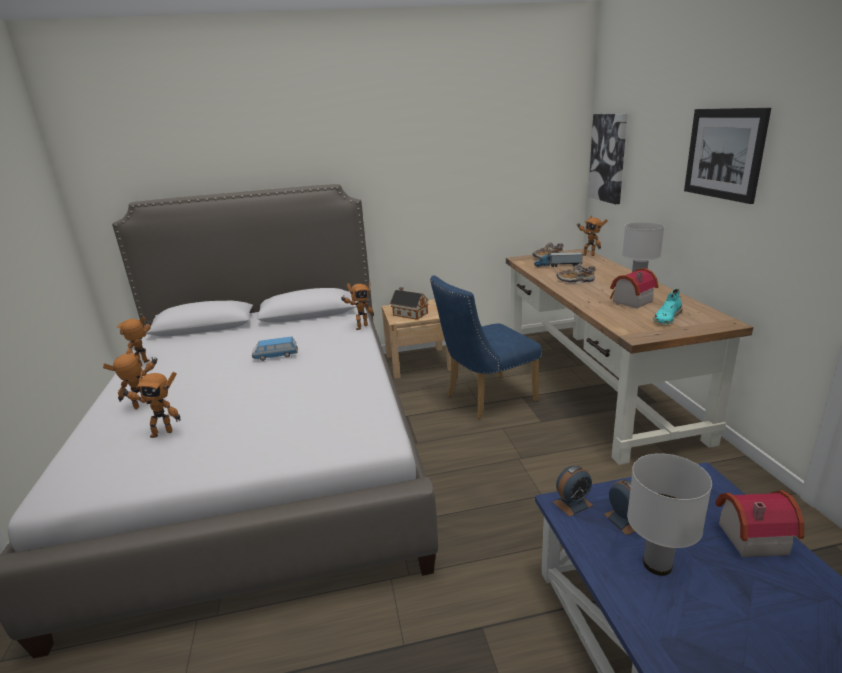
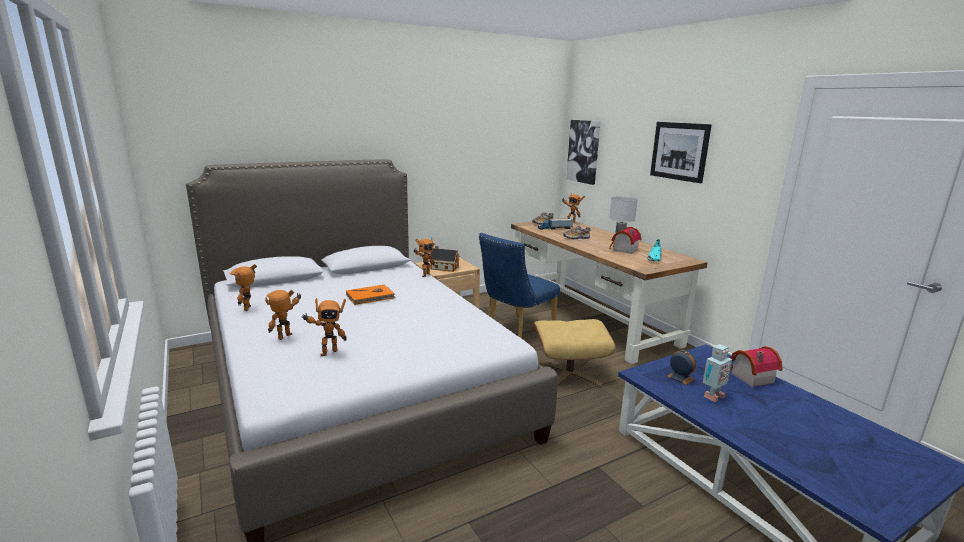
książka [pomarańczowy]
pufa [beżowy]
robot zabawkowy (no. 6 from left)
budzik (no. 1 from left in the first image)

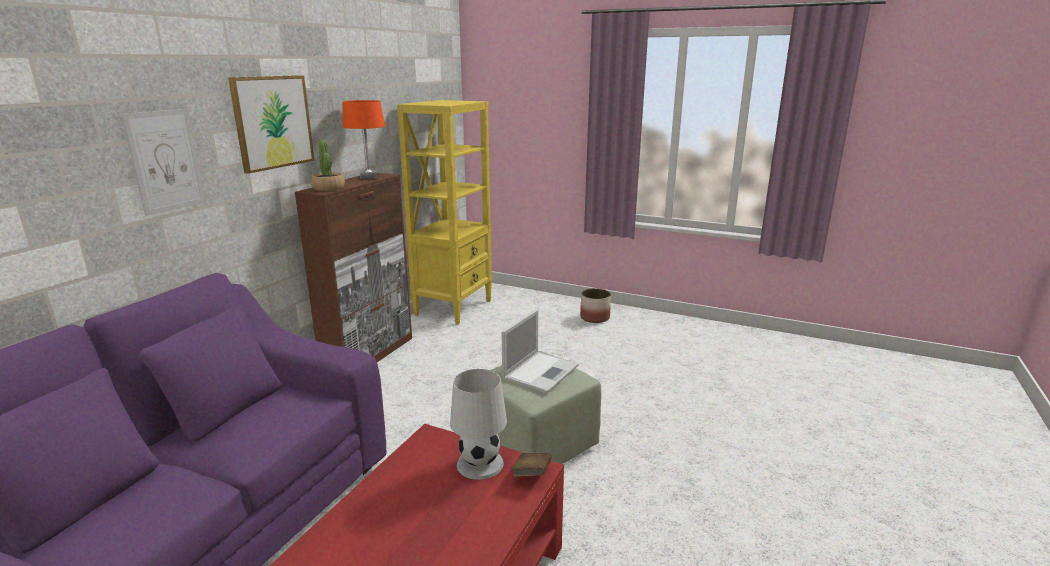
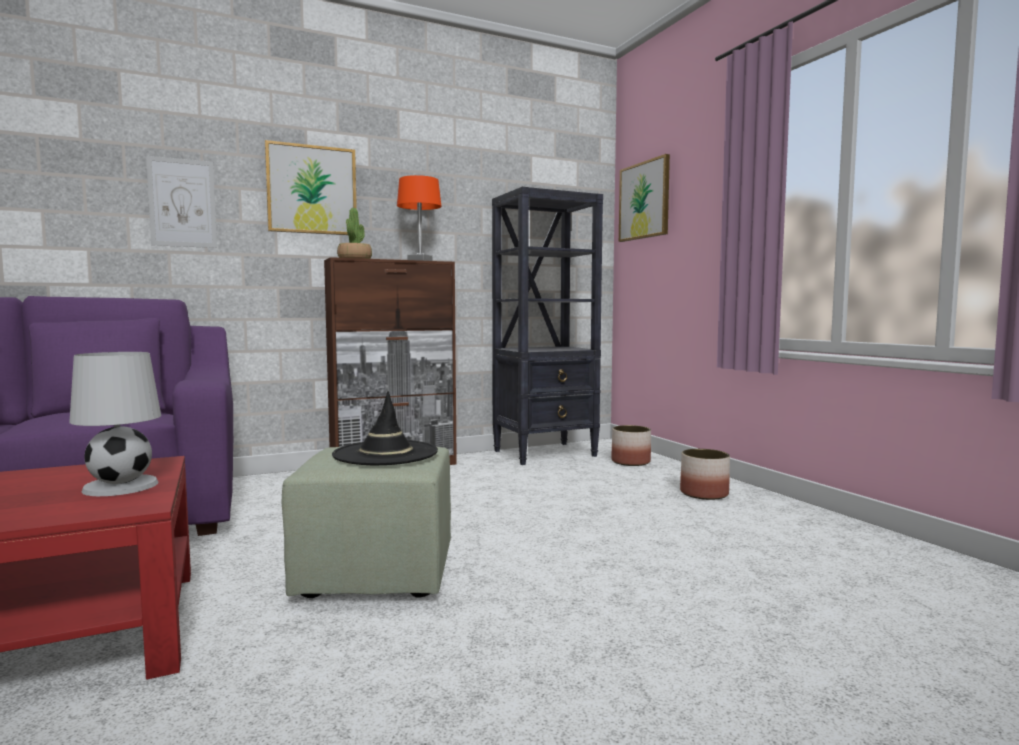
kapelusz [czarny]
regał [czarny]
donica (no. 1 from left)
obraz (no. 3 from left)
książka [brązowy]

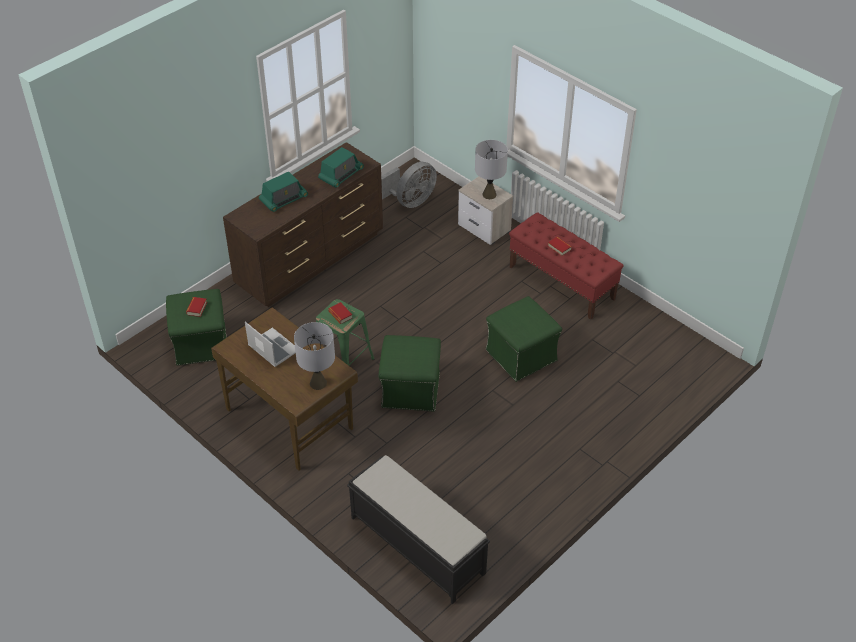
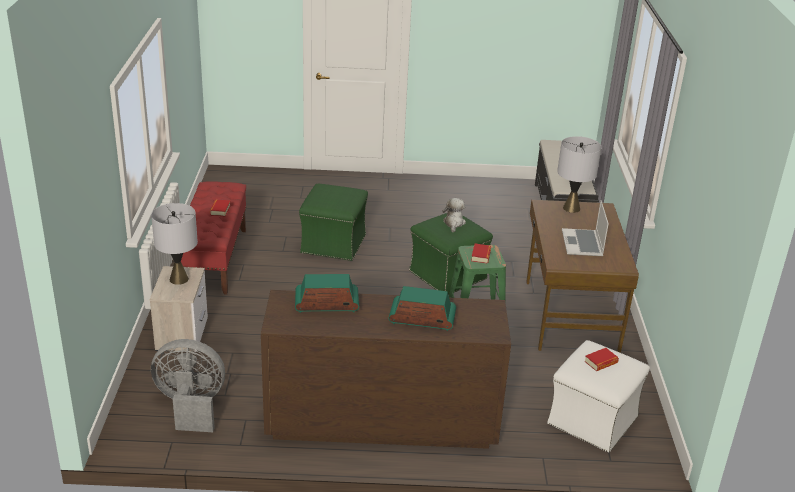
pluszak
pufa [biały]

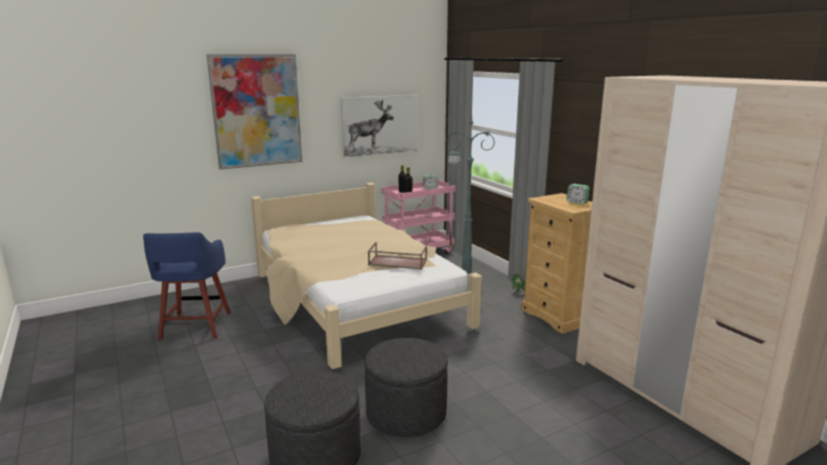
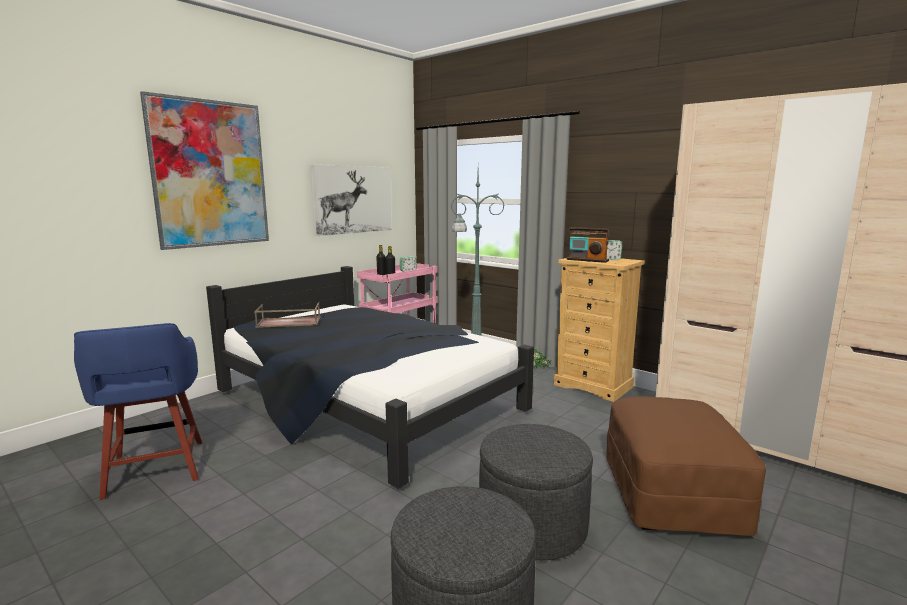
łóżko [czarny]
taca [brązowy]
radio
pufa [brązowy]

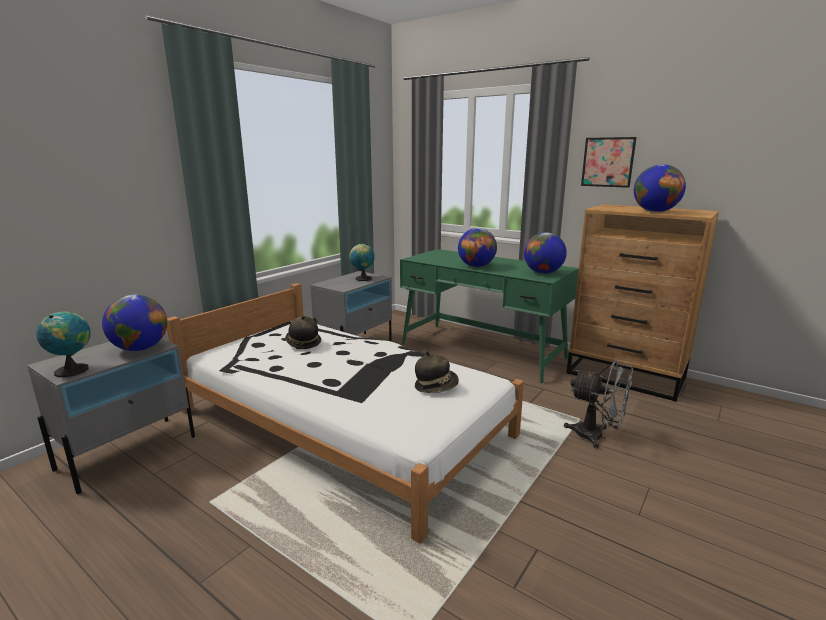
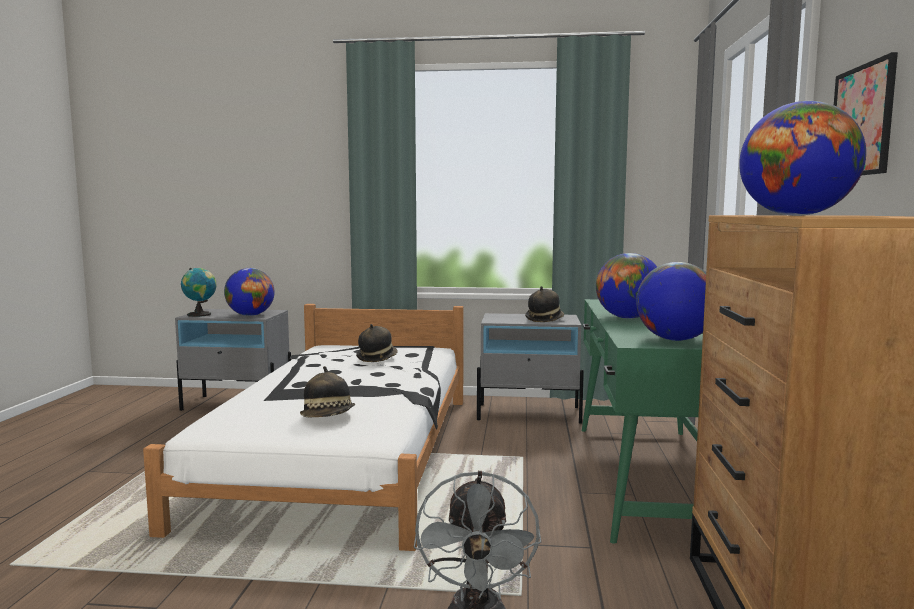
kapelusz (no. 3 from left)

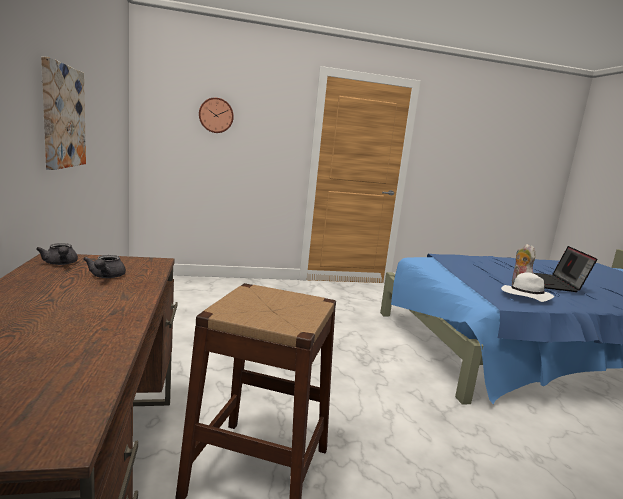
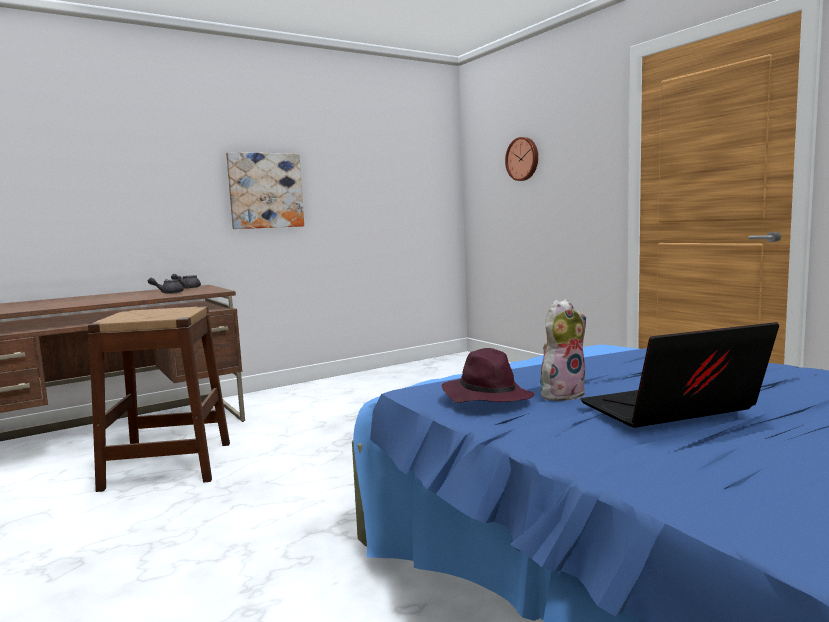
kapelusz [fioletowy]

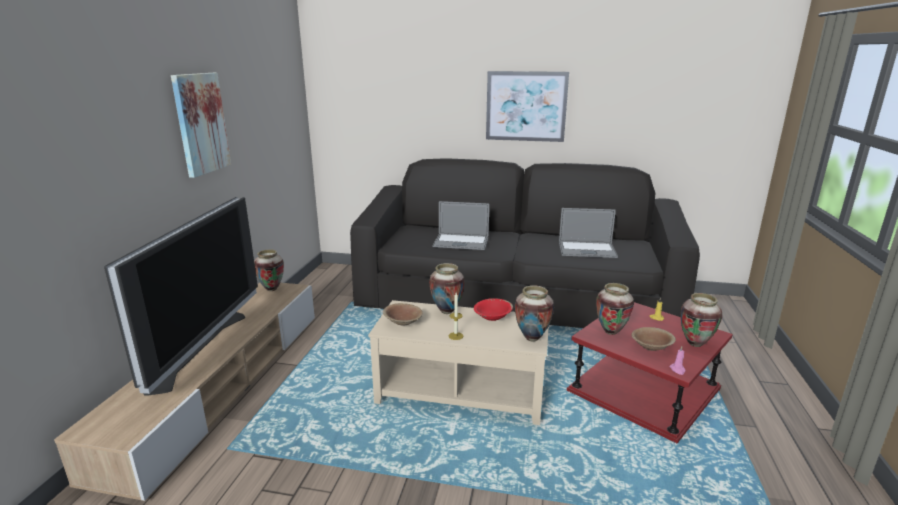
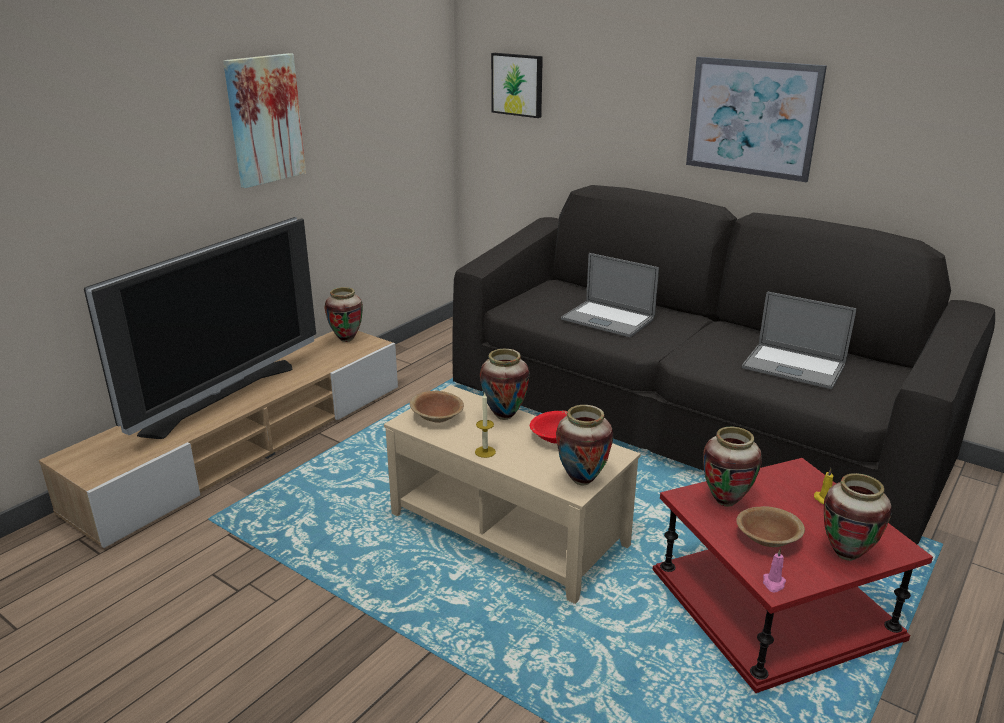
obraz (no. 2 from left)

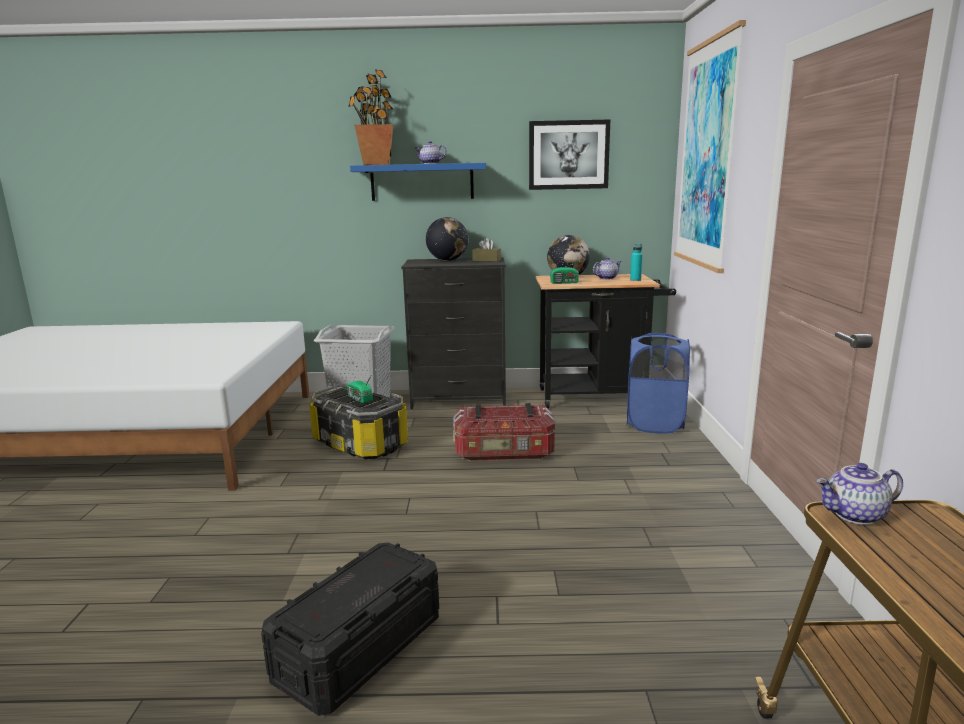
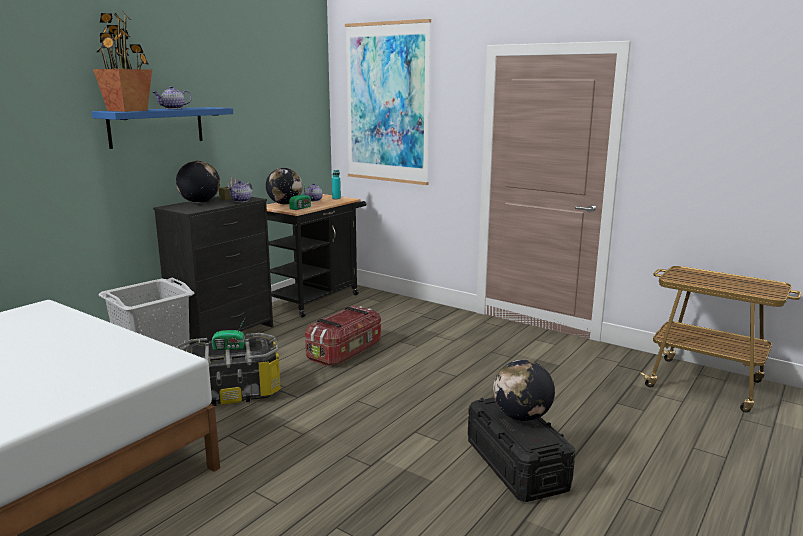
imbryk (no. 2 from left)
globus (no. 3 from left)
obraz (no. 1 from left in the first image)
kosz na pranie [niebieski]

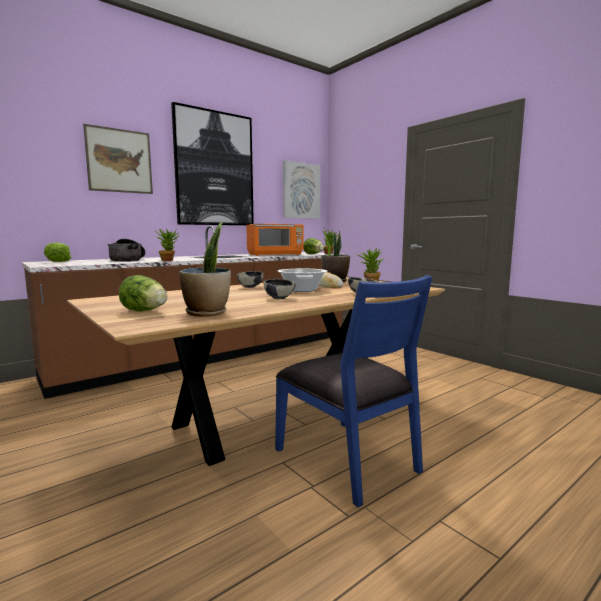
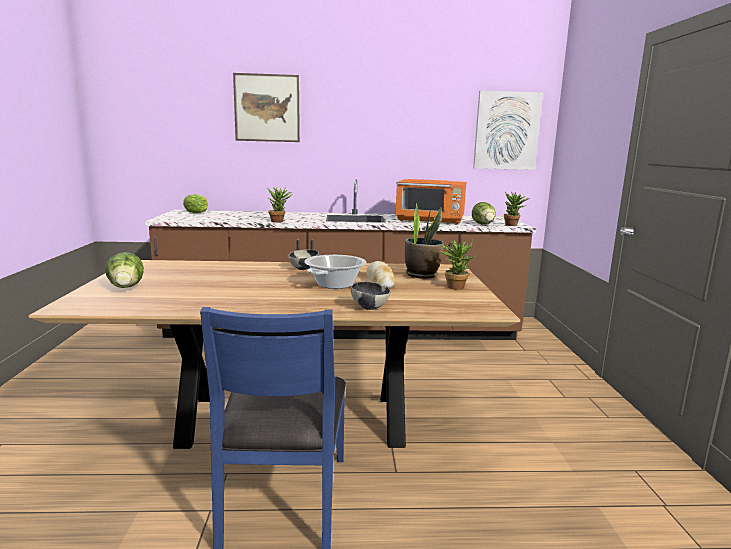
garnek (no. 1 from left in the first image)
obraz (no. 2 from left in the first image)
roślina doniczkowa (no. 2 from left in the first image)
miska (no. 2 from left in the first image)

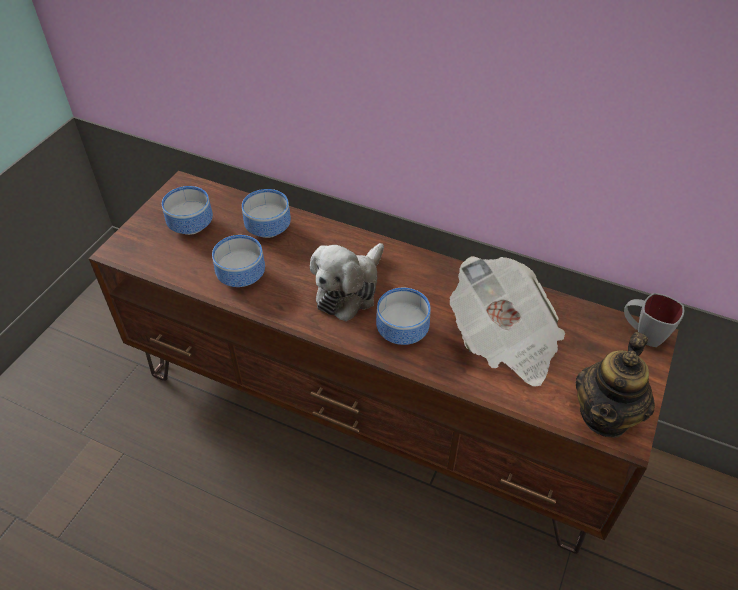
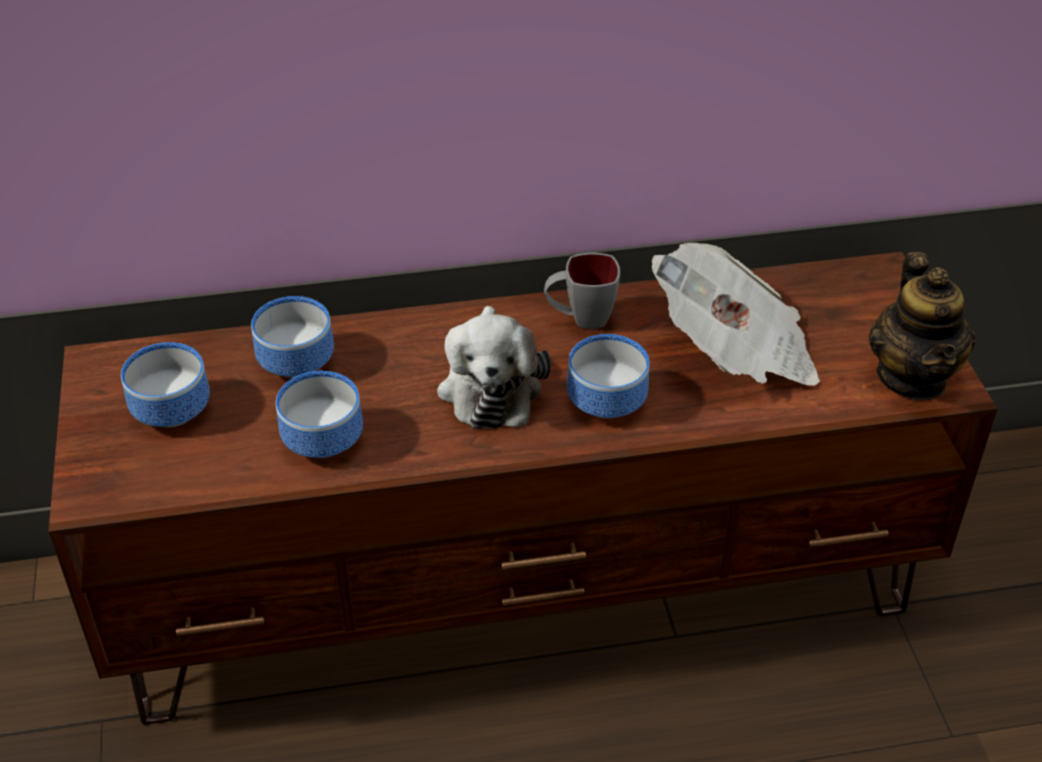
kubek [szary]

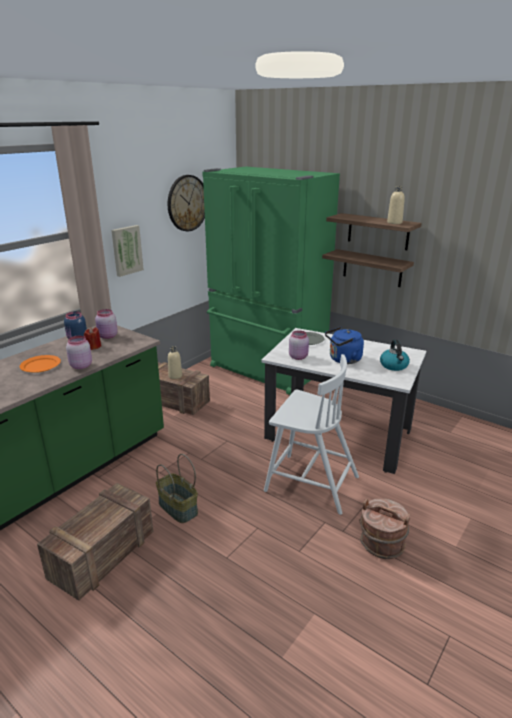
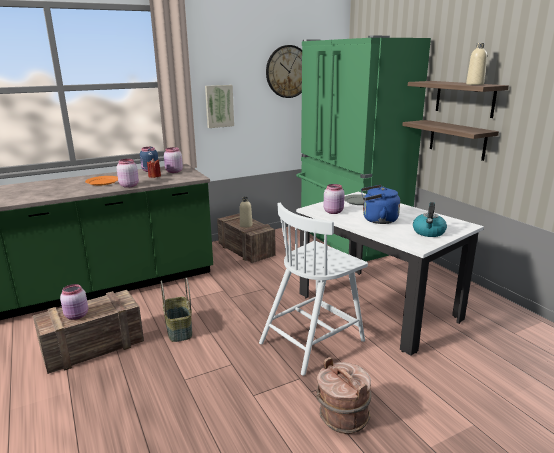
słoik [różowy] (no. 1 from left)
krzesło [biały]

